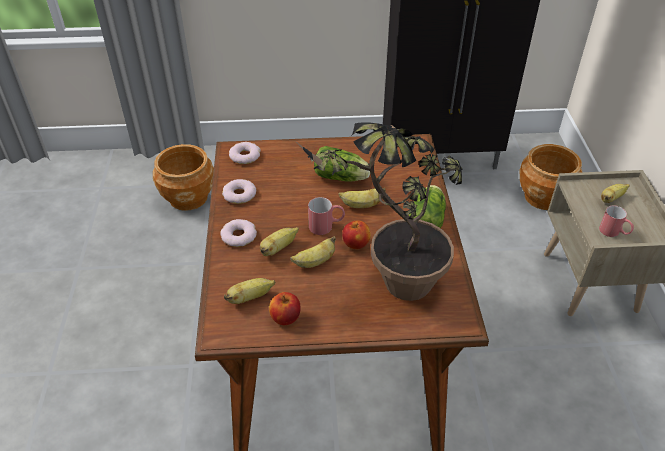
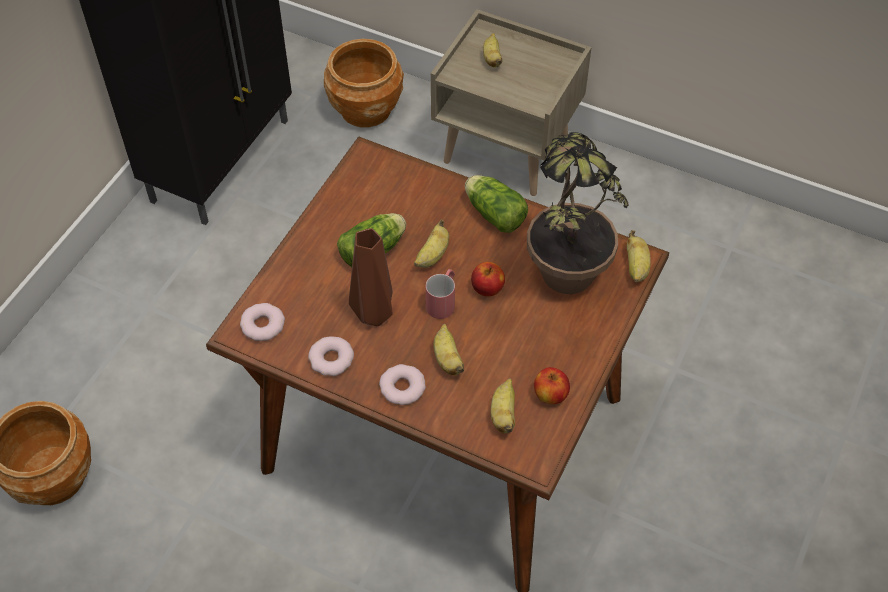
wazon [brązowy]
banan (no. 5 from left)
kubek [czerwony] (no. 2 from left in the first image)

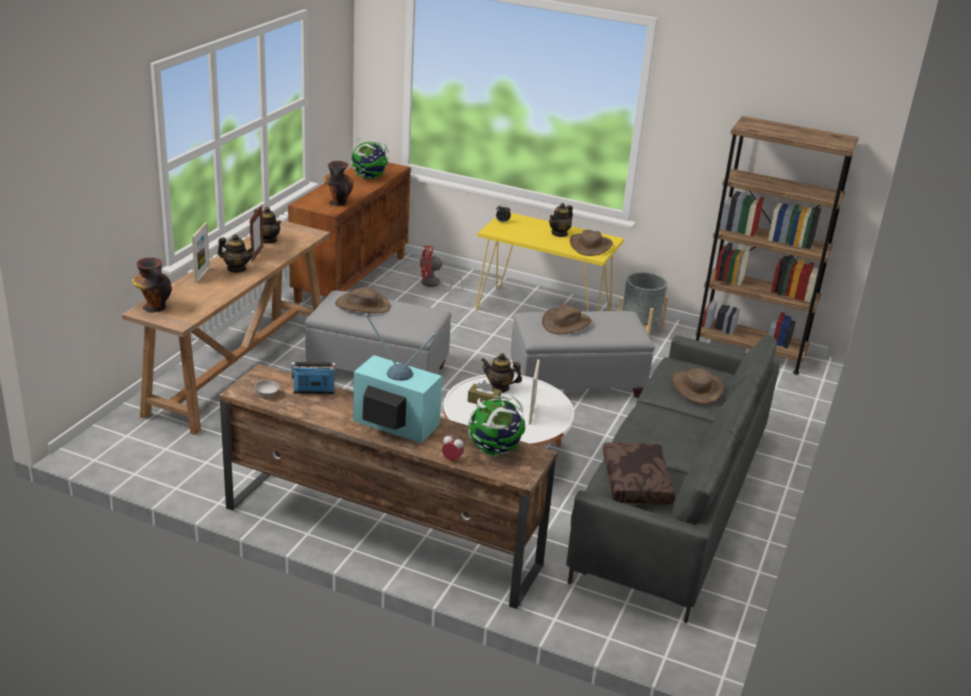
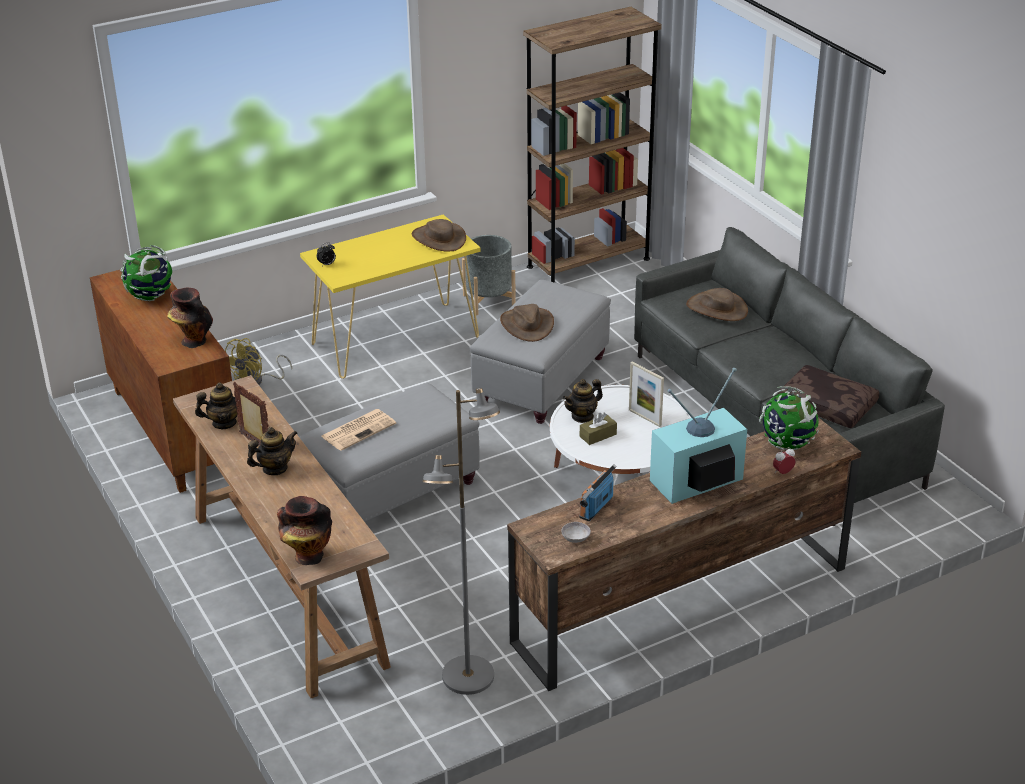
wentylator [żółty]
gazeta
lampa stojąca [szary]
ramka na zdjęcie (no. 1 from left in the first image)
imbryk (no. 4 from left in the first image)

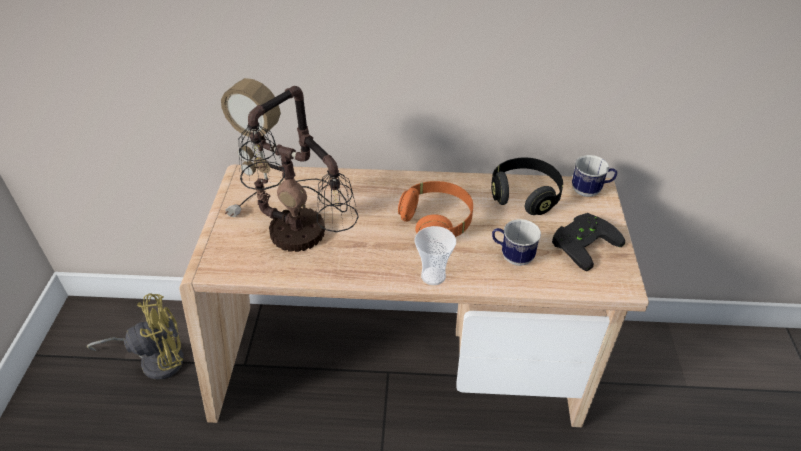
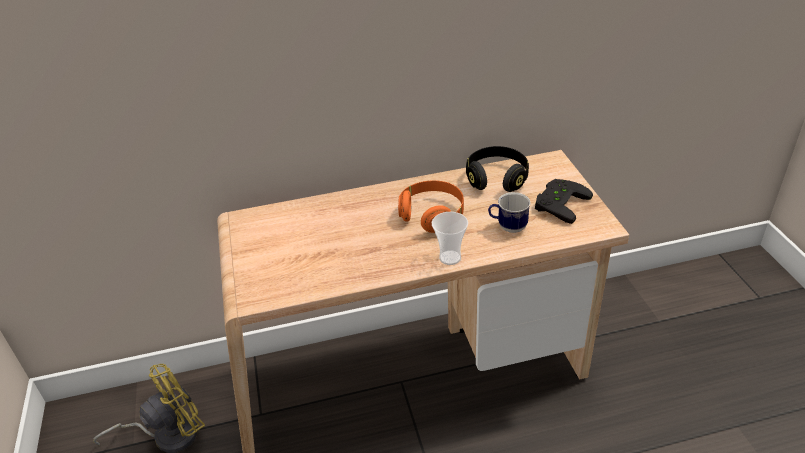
lampa stołowa
kubek (no. 2 from left in the first image)

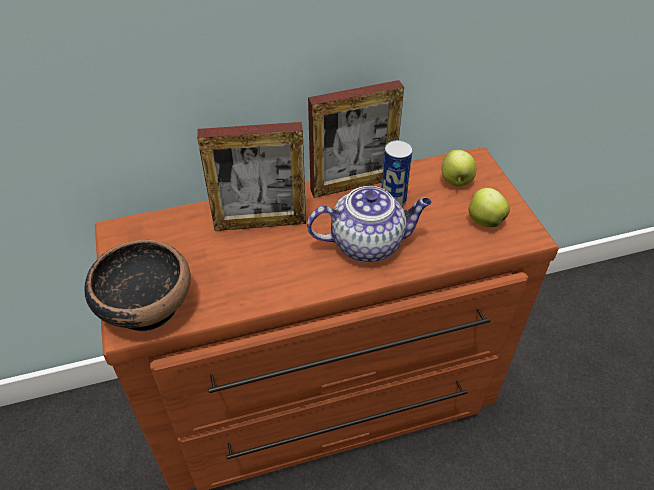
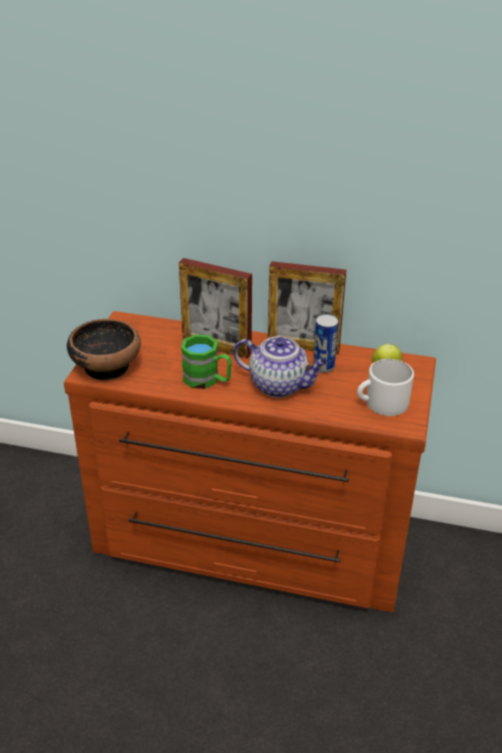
kubek [zielony]
kubek [biały]

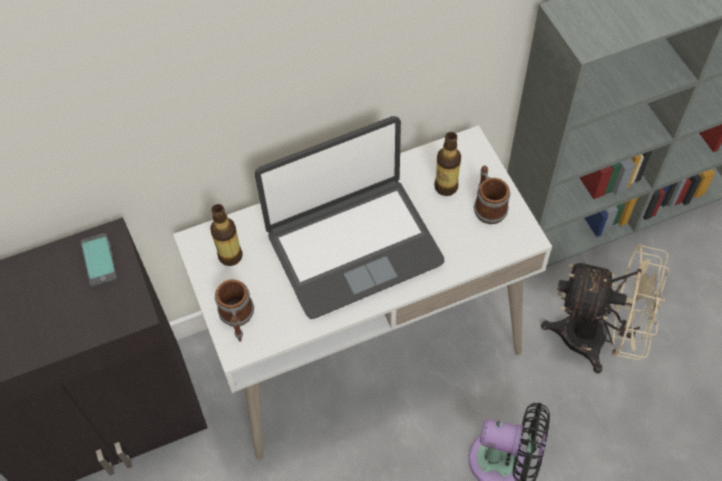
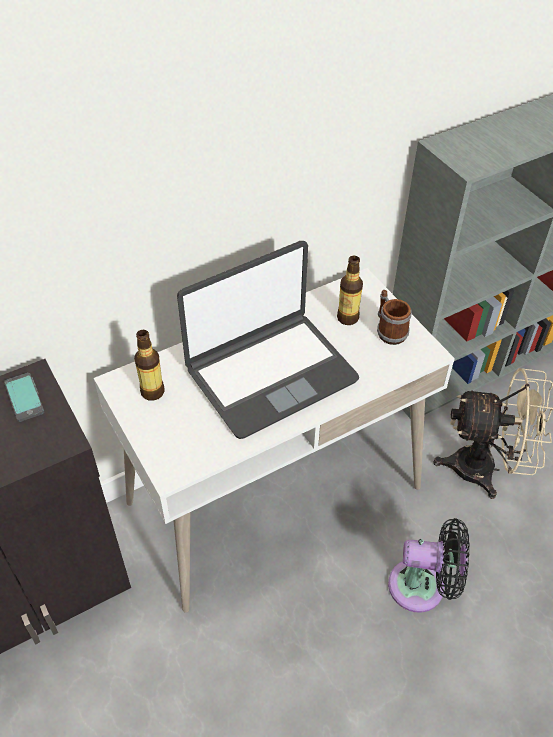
kubek (no. 1 from left in the first image)

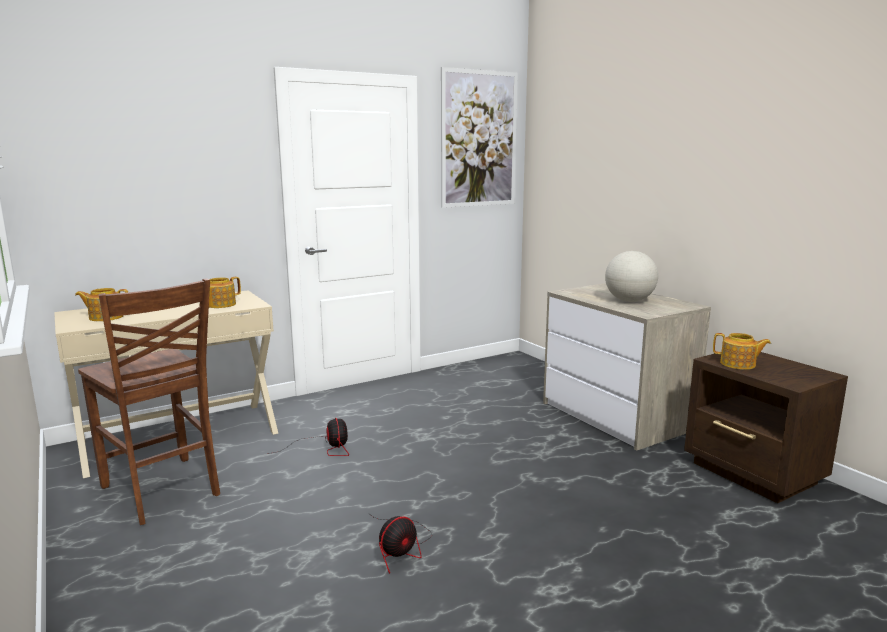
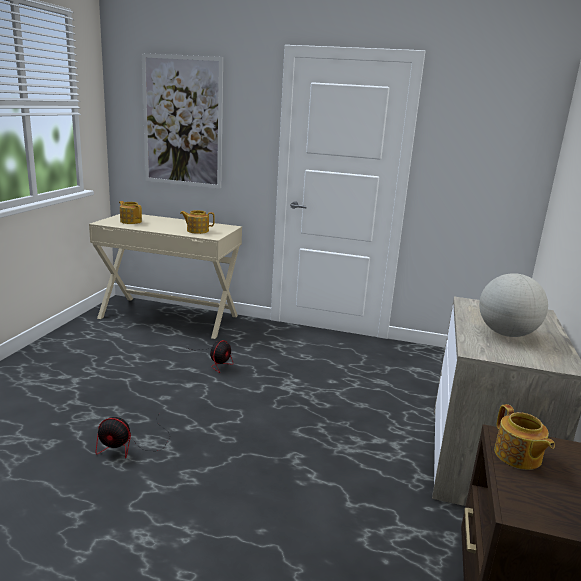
obraz
krzesło [brązowy]

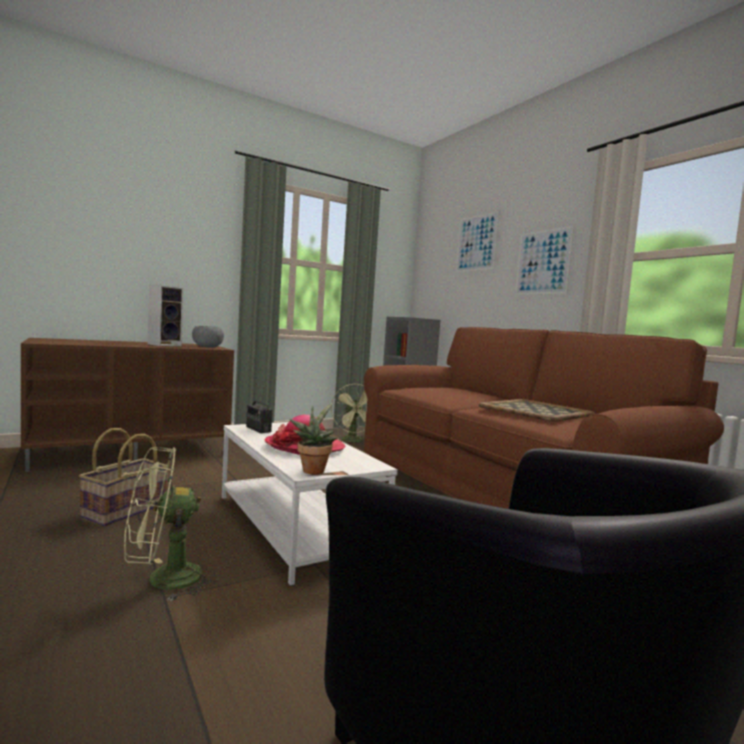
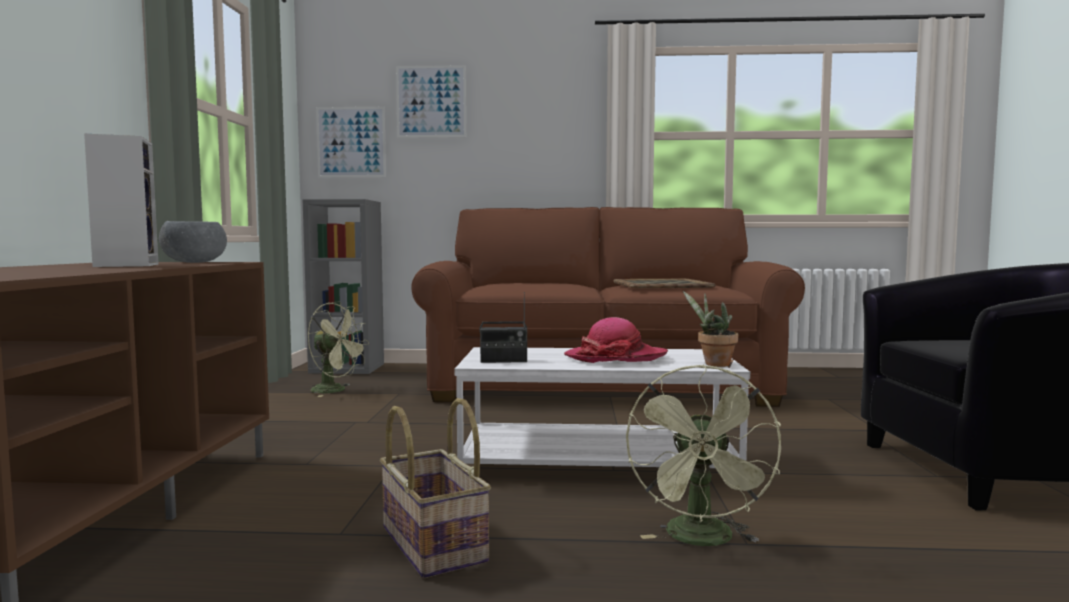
obraz (no. 1 from left)

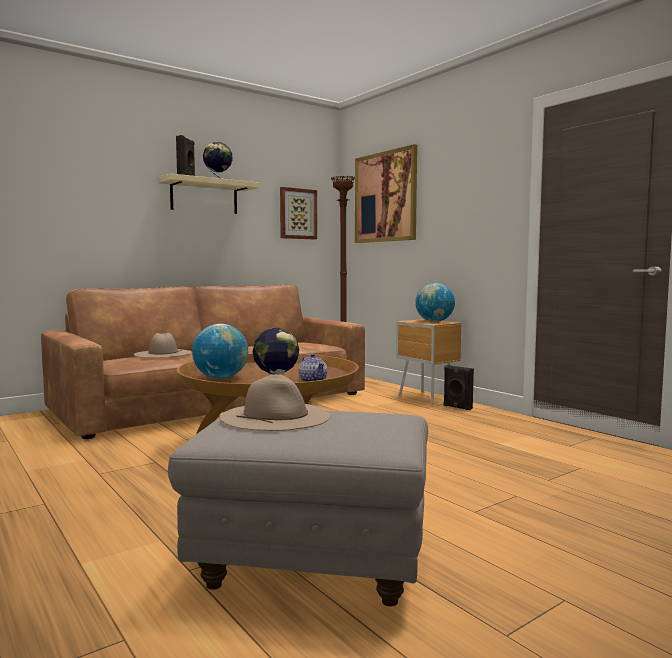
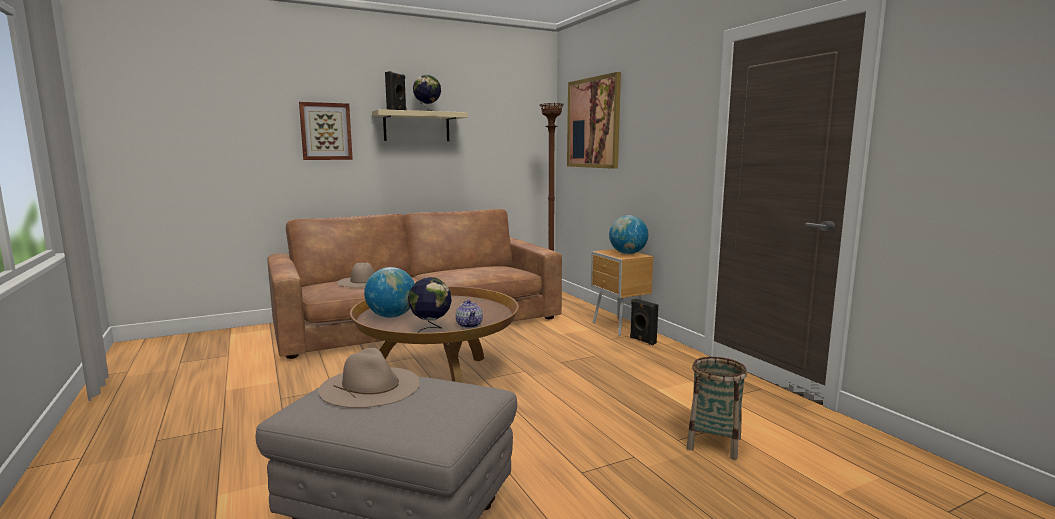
obraz (no. 1 from left)
koszyk

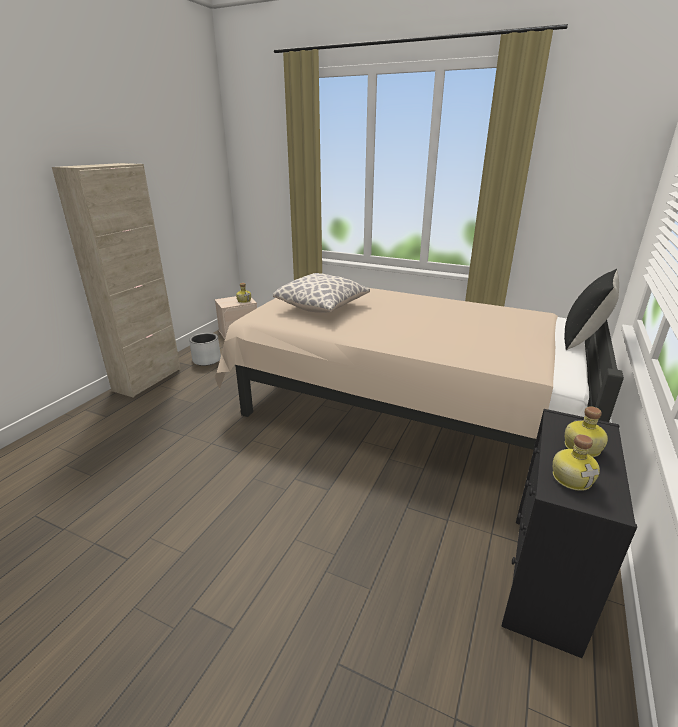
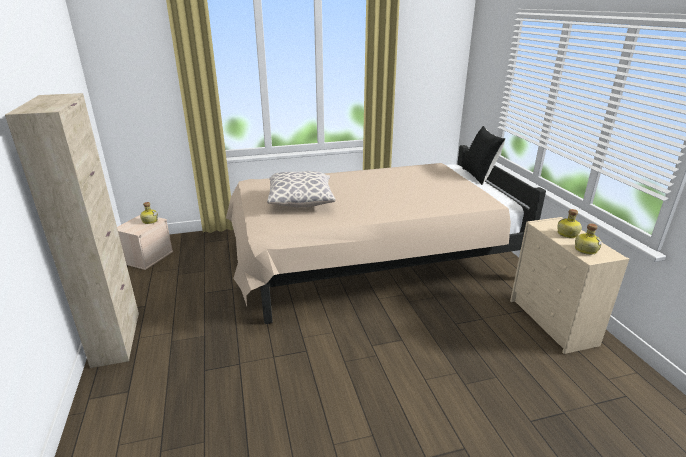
komoda [beżowy]
donica [szary]

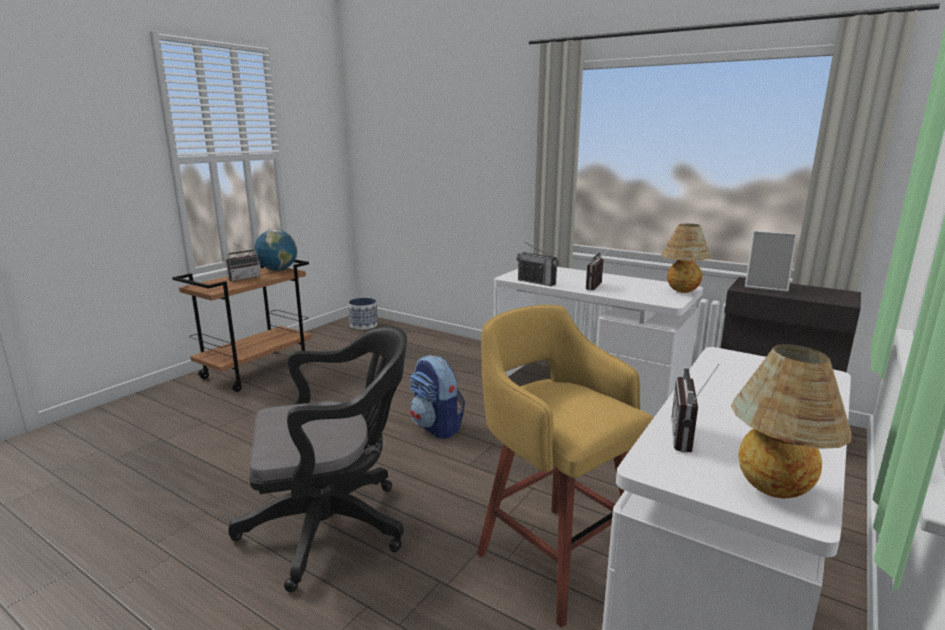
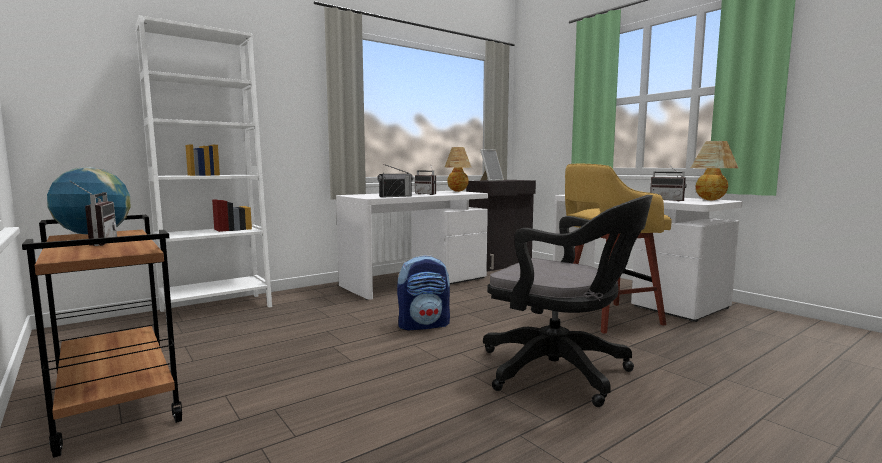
regał [biały]
krzesło biurowe [czarny]
donica

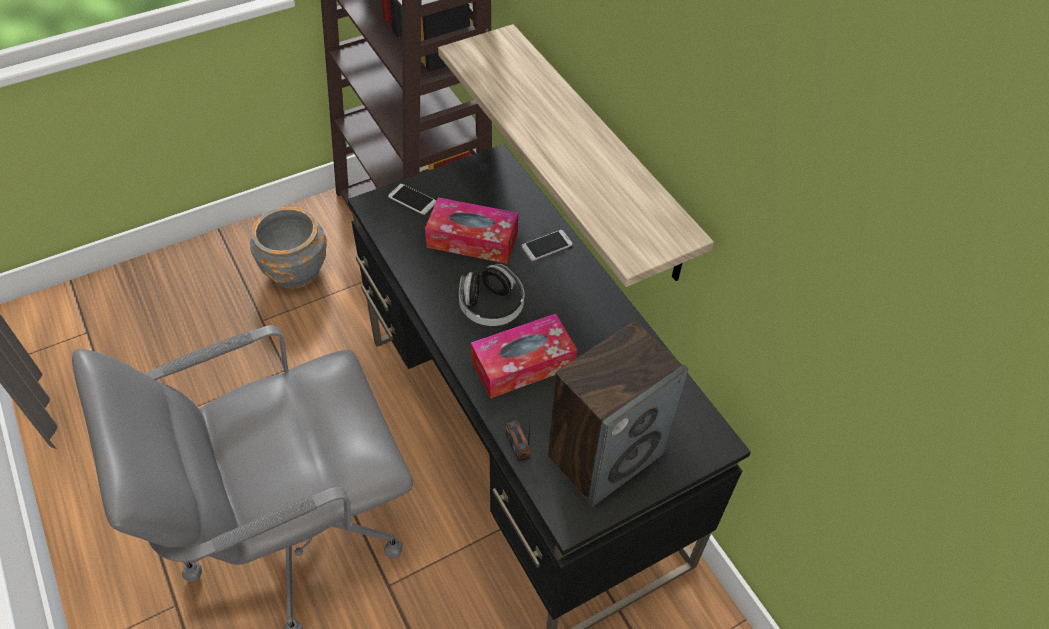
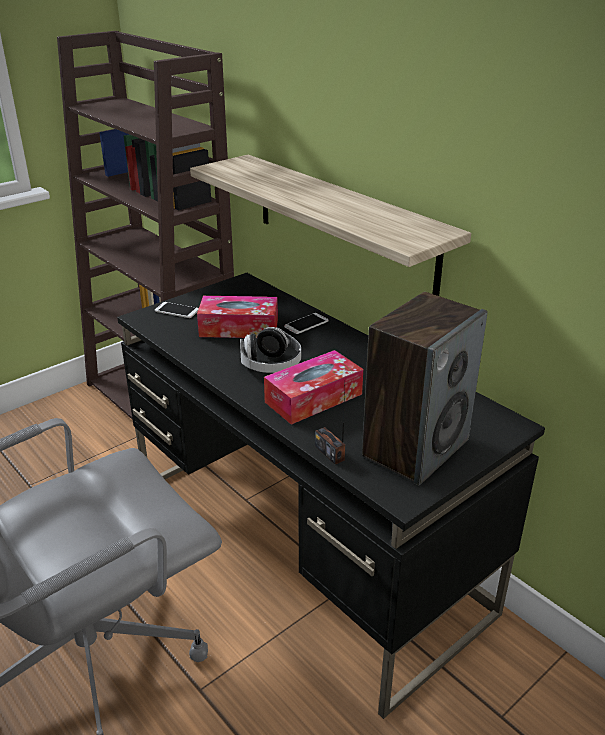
donica [szary]

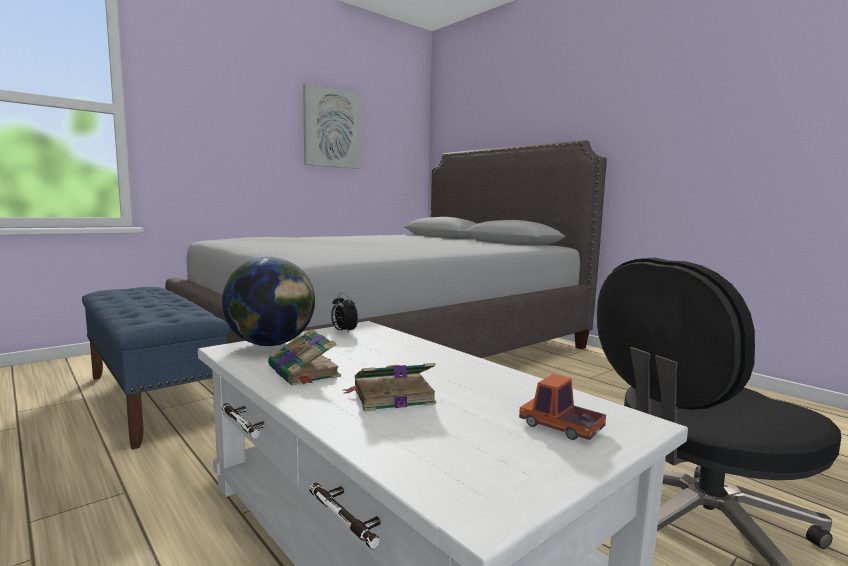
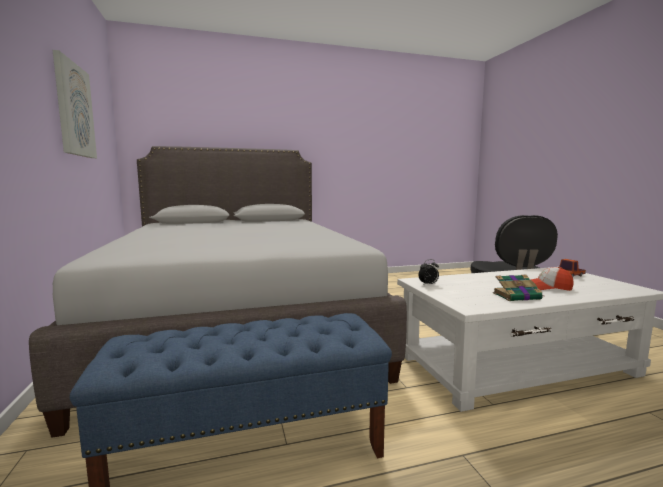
czapka z daszkiem
globus

